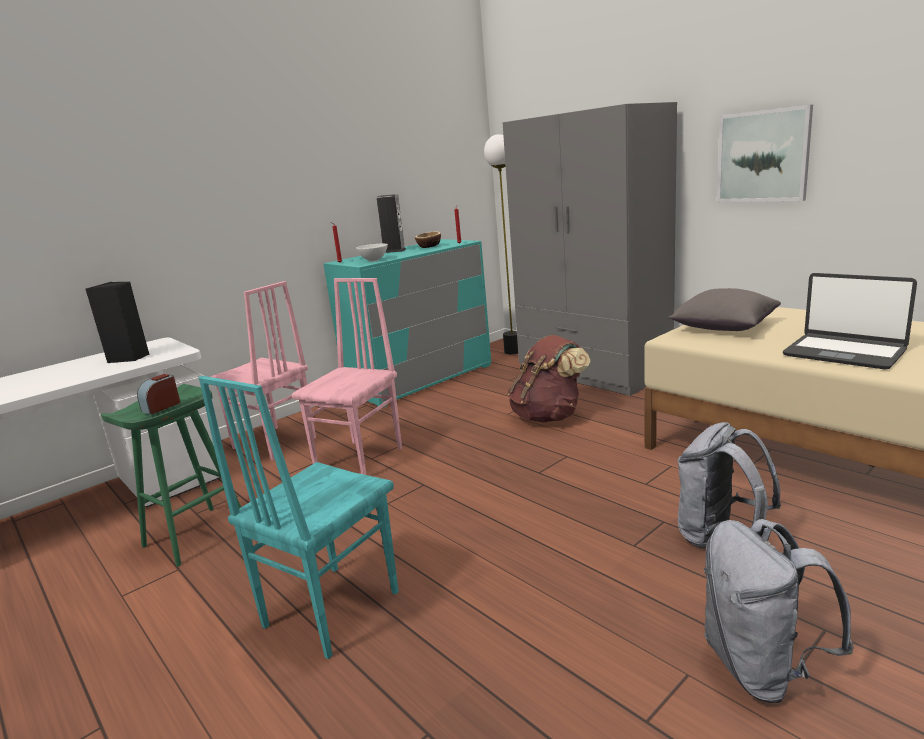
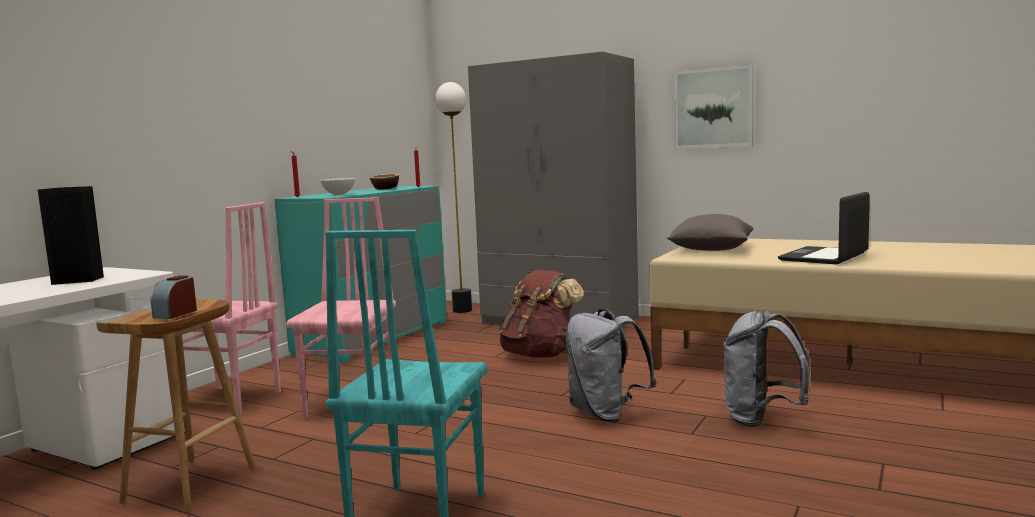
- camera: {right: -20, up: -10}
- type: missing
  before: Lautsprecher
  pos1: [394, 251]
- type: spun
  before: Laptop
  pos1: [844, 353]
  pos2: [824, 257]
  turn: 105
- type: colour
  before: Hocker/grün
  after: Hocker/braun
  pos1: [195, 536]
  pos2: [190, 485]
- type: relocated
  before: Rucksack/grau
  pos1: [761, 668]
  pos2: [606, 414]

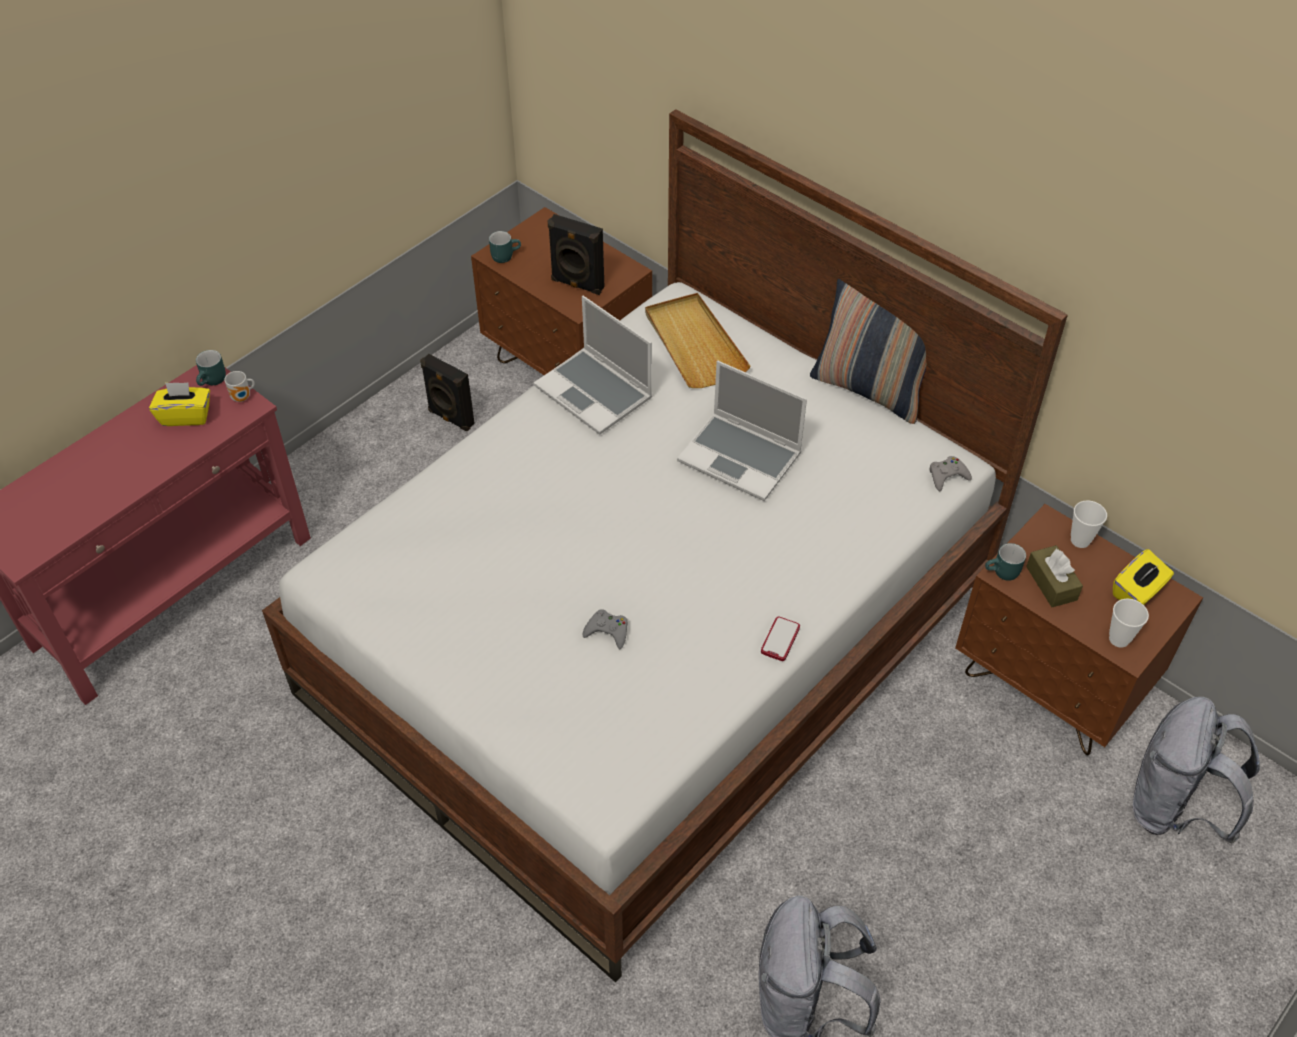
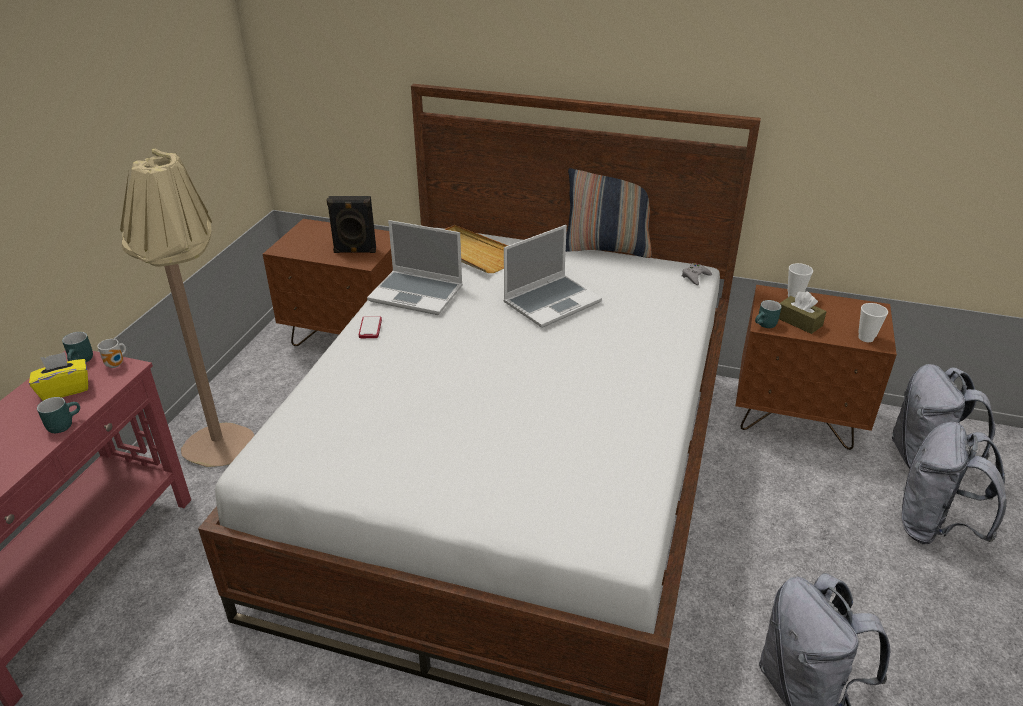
- camera: {right: -25, up: -15}
- type: relocated
  before: Henkelbecher/türkis
  pos1: [505, 255]
  pos2: [63, 423]
- type: missing
  before: Lautsprecher/schwarz
  pos1: [450, 418]
- type: spun
  before: Laptop
  pos1: [741, 458]
  pos2: [552, 302]
  turn: -45
- type: missing
  before: Taschentuchbox/gelb
  pos1: [1137, 592]
- type: missing
  before: Gamepad/grau
  pos1: [607, 631]
- type: relocated
  before: Handy
  pos1: [780, 639]
  pos2: [370, 328]
- type: appeared
  after: Stehlampe/beige
  pos2: [224, 455]
- type: appeared
  after: Rucksack/grau
  pos2: [933, 527]

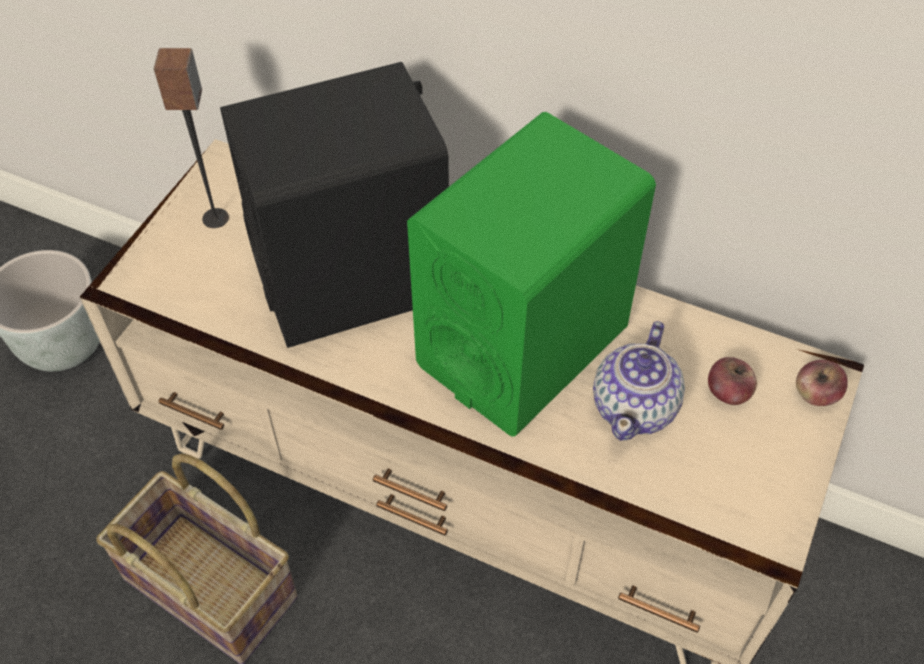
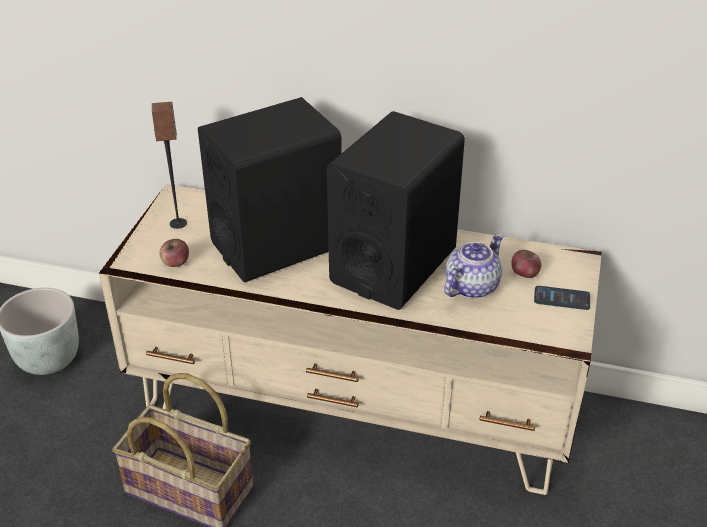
- camera: {right: -10, up: -15}
- type: colour
  before: Lautsprecher/grün
  after: Lautsprecher/schwarz
  pos1: [523, 346]
  pos2: [393, 265]
- type: spun
  before: Teekanne
  pos1: [635, 406]
  pos2: [471, 287]
  turn: -150
- type: relocated
  before: Apfel
  pos1: [815, 395]
  pos2: [175, 263]
- type: appeared
  after: Handy
  pos2: [562, 299]

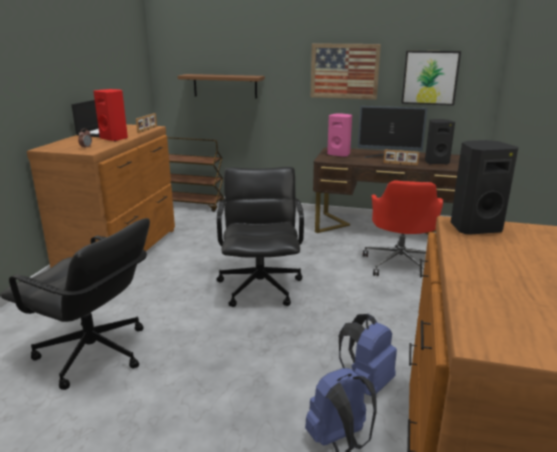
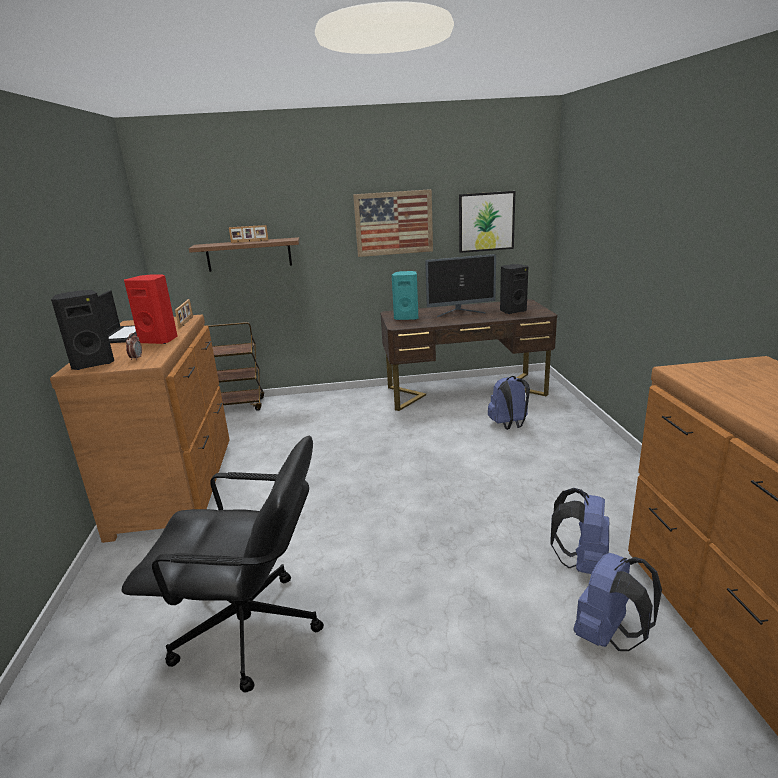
- camera: {right: -20, up: 0}
- type: colour
  before: Lautsprecher/rosa
  after: Lautsprecher/türkis
  pos1: [339, 154]
  pos2: [407, 318]
- type: relocated
  before: Lautsprecher/schwarz
  pos1: [474, 228]
  pos2: [93, 363]
- type: relocated
  before: Bilderrahmen
  pos1: [400, 164]
  pos2: [249, 241]
- type: missing
  before: Bürostuhl/schwarz
  pos1: [261, 287]
- type: exchanged
  before: Bürostuhl/rot
  after: Rucksack/blau
  pos1: [400, 263]
  pos2: [509, 425]

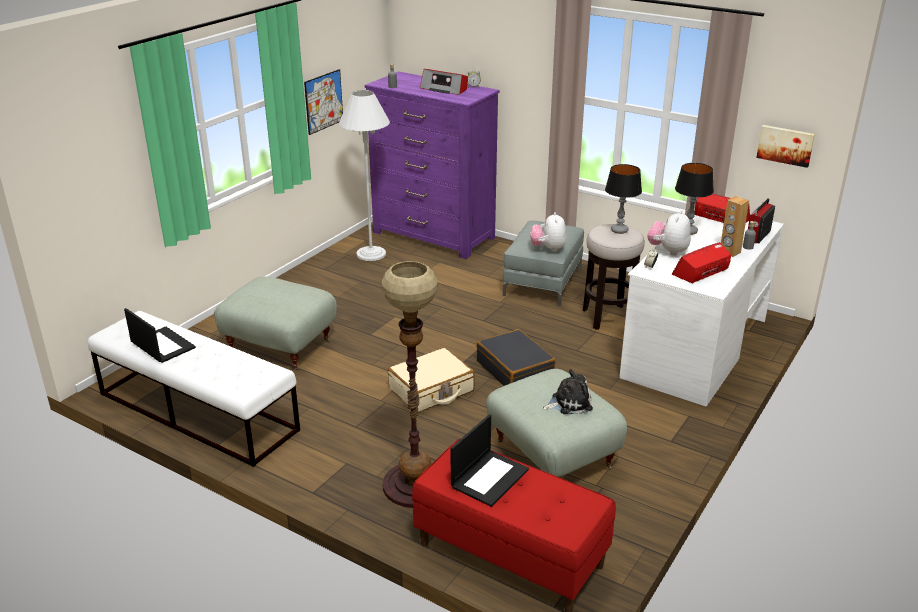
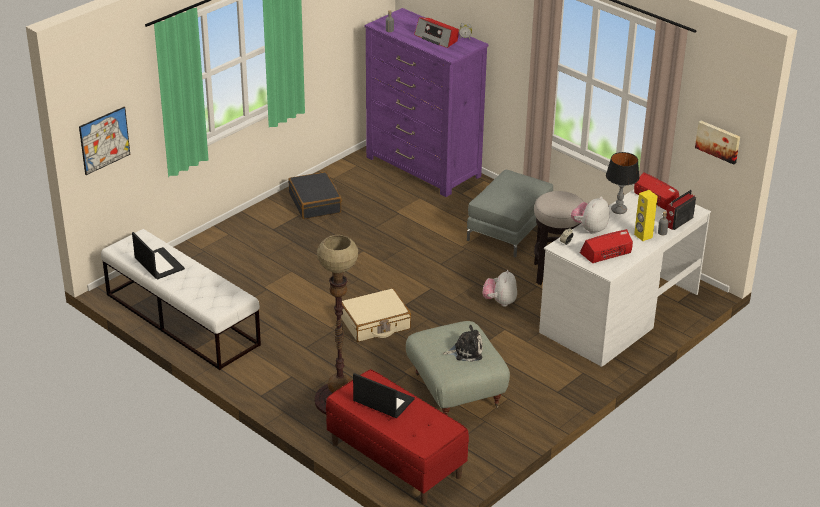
- camera: {right: 10, up: 5}
- type: relocated
  before: Bild
  pos1: [323, 101]
  pos2: [104, 140]
- type: missing
  before: Stehlampe/weiß
  pos1: [371, 254]
- type: missing
  before: Tischlampe
  pos1: [619, 230]
- type: colour
  before: Lautsprecher/braun
  after: Lautsprecher/gelb
  pos1: [729, 252]
  pos2: [643, 236]
- type: relocated
  before: Plüschtier
  pos1: [548, 248]
  pos2: [500, 302]
- type: missing
  before: Polsterhocker/grau
  pos1: [281, 345]
- type: relocated
  before: Koffer/schwarz
  pos1: [515, 370]
  pos2: [315, 203]
- type: spun
  before: Laptop
  pos1: [489, 477]
  pos2: [382, 400]
  turn: -105

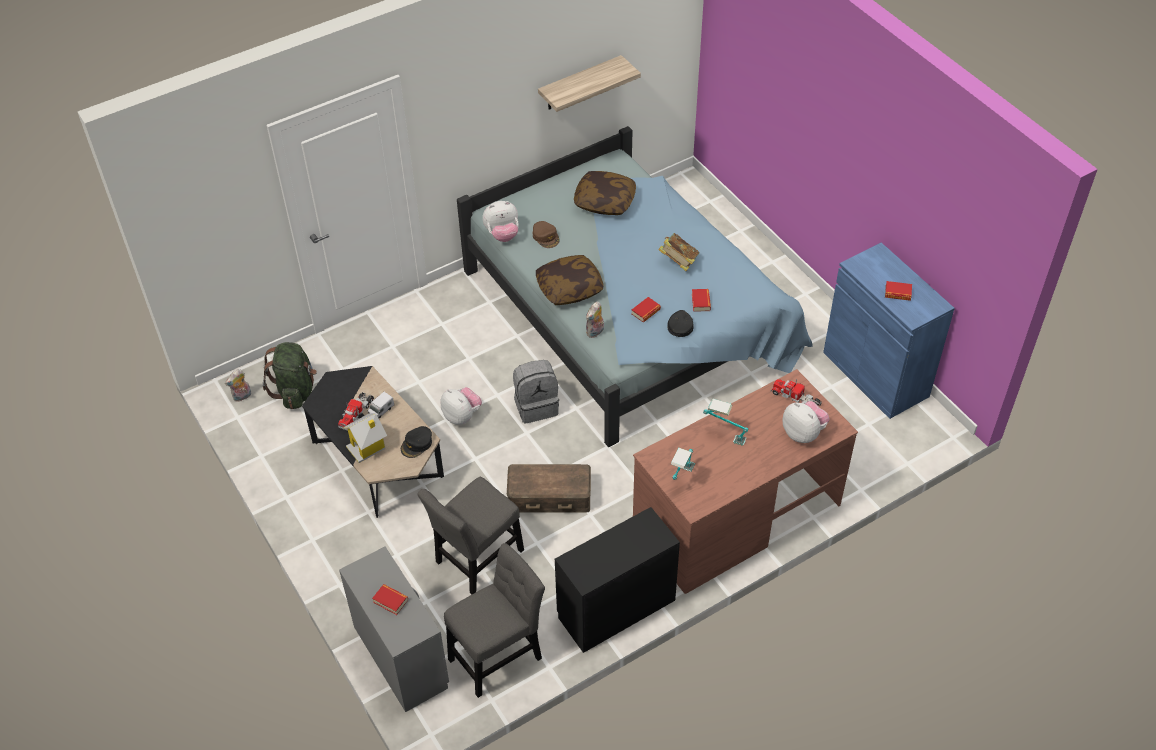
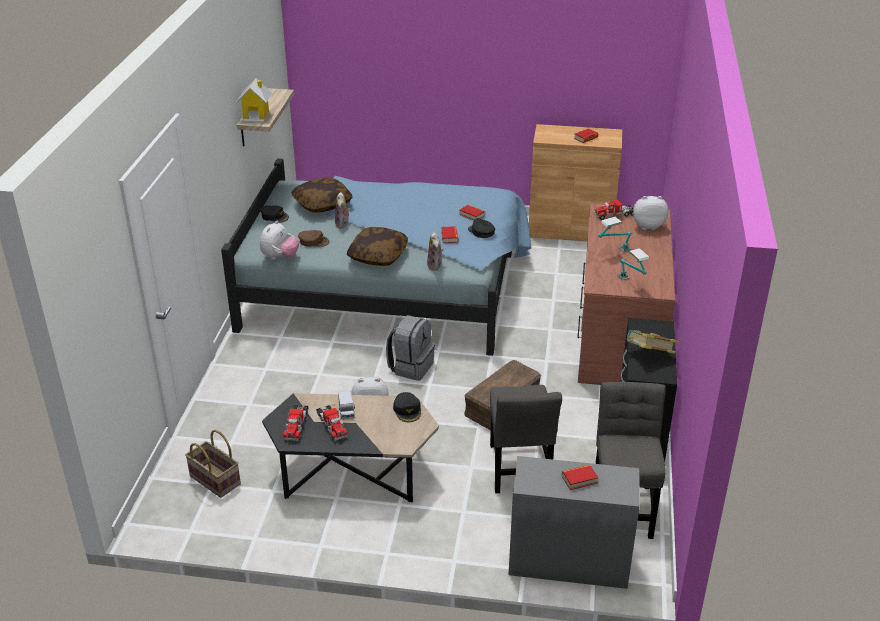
- camera: {right: -50, up: -15}
- type: relocated
  before: Buch
  pos1: [678, 262]
  pos2: [649, 355]
- type: colour
  before: Schrank/blau
  after: Schrank/braun
  pos1: [875, 374]
  pos2: [570, 229]
- type: exchanged
  before: Rucksack/grün
  after: Korb
  pos1: [295, 391]
  pos2: [214, 480]
- type: relocated
  before: Plüschtier
  pos1: [242, 397]
  pos2: [343, 224]
- type: relocated
  before: Spielzeughaus
  pos1: [367, 447]
  pos2: [256, 116]
- type: appeared
  after: Kappe/schwarz
  pos2: [274, 216]
- type: appeared
  after: Spielzeuglaster
  pos2: [296, 425]

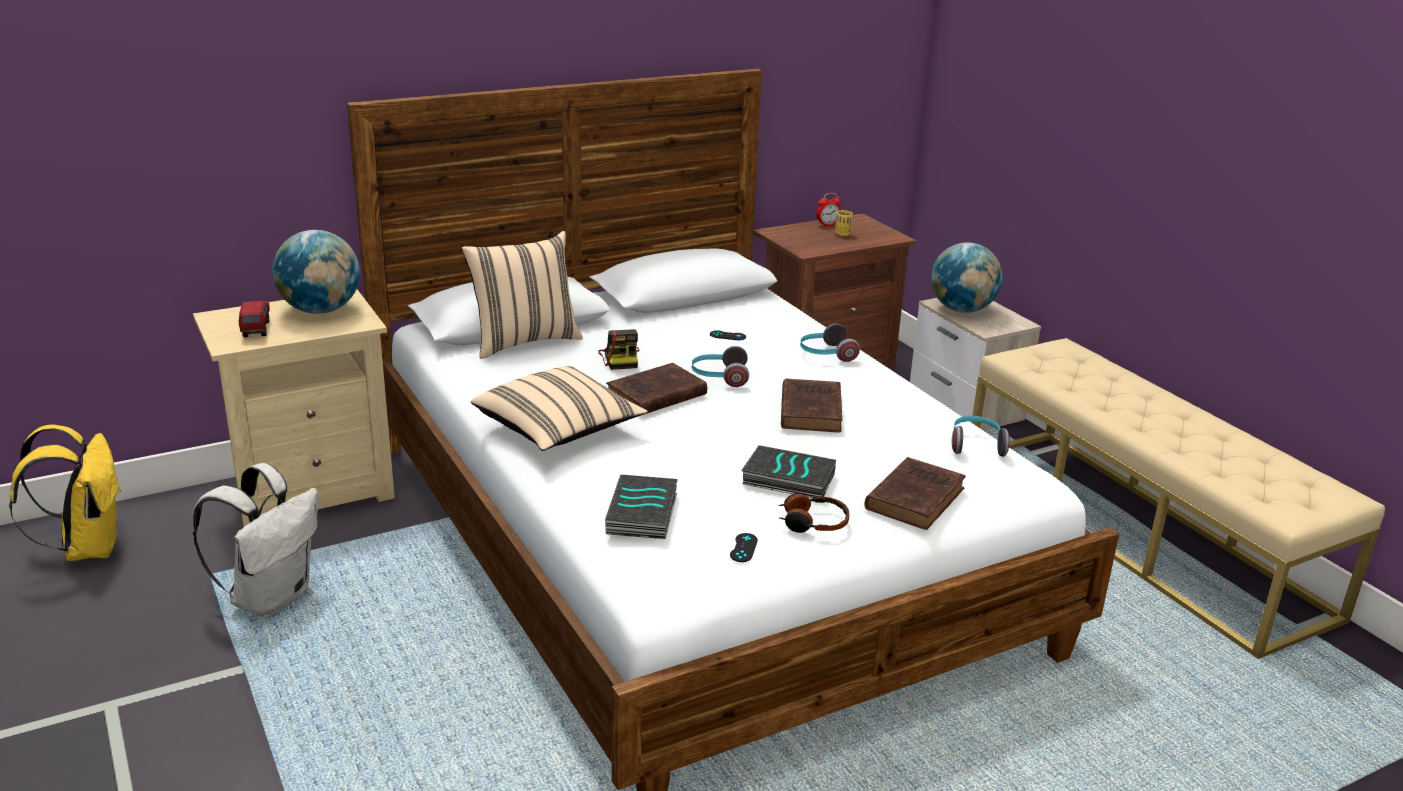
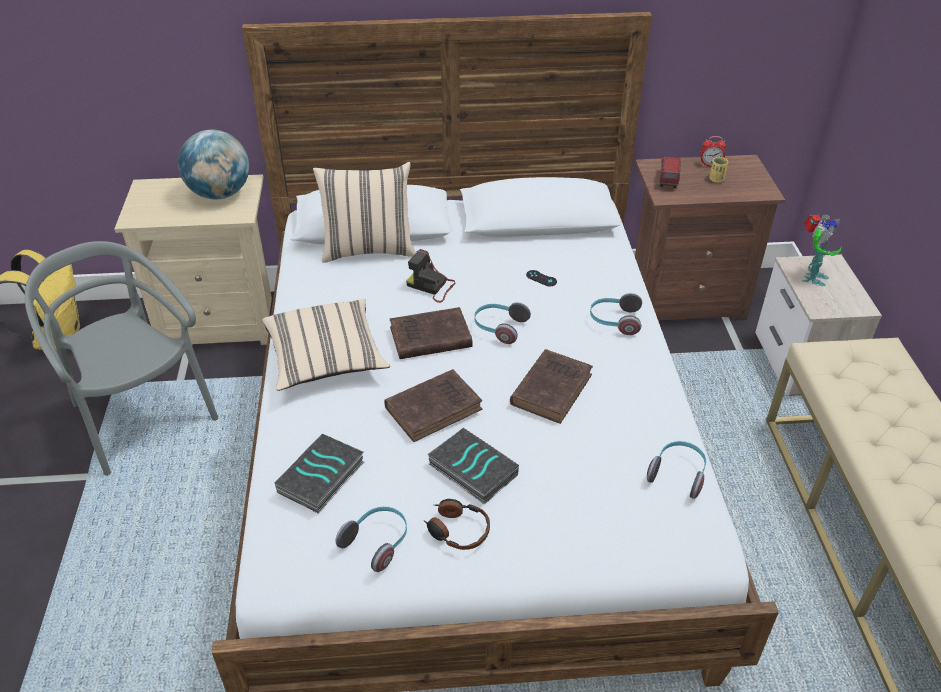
- camera: {right: 25, up: 15}
- type: exchanged
  before: Globus
  after: Spielzeugroboter
  pos1: [961, 310]
  pos2: [811, 277]
- type: relocated
  before: Spielzeuglaster
  pos1: [256, 330]
  pos2: [668, 180]
- type: spun
  before: Kamera
  pos1: [620, 359]
  pos2: [431, 287]
  turn: 105
- type: relocated
  before: Buch/braun
  pos1: [916, 497]
  pos2: [435, 408]
- type: exchanged
  before: Rucksack/weiß
  after: Stuhl/grau
  pos1: [271, 597]
  pos2: [141, 416]
- type: exchanged
  before: Gamepad/schwarz
  after: Kopfhörer
  pos1: [743, 548]
  pos2: [377, 542]

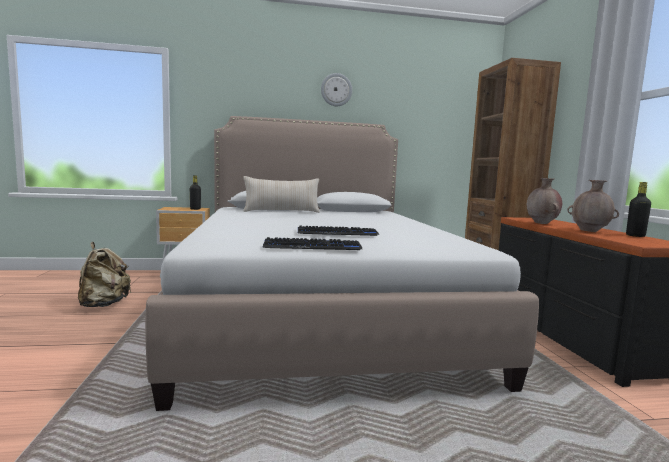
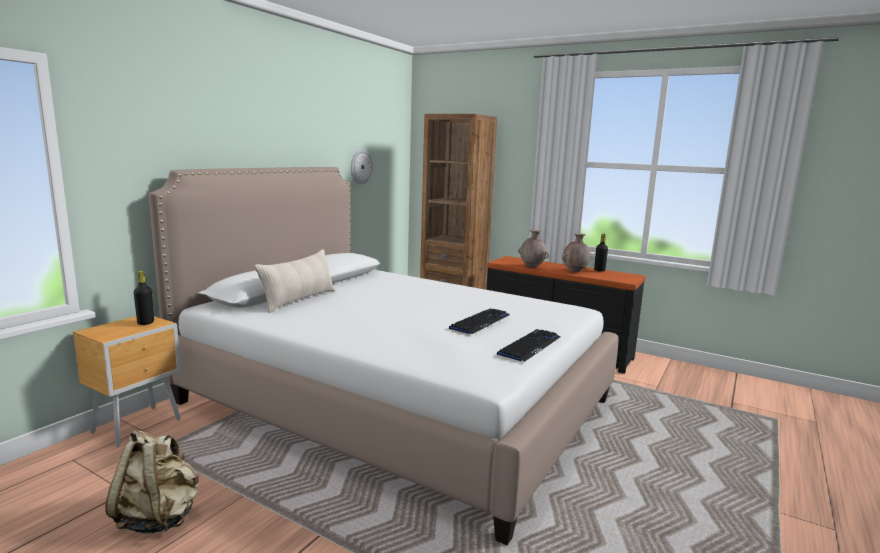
- camera: {right: -50, up: 5}
- type: relocated
  before: Wanduhr
  pos1: [336, 90]
  pos2: [360, 167]

